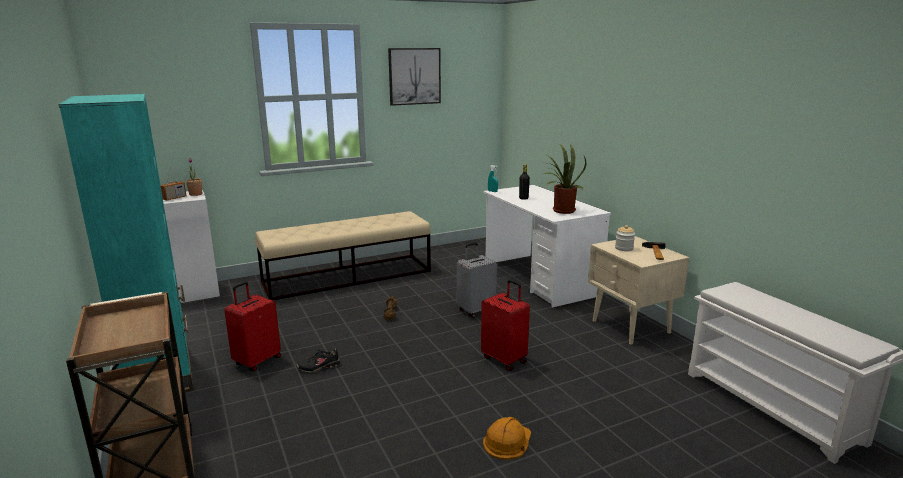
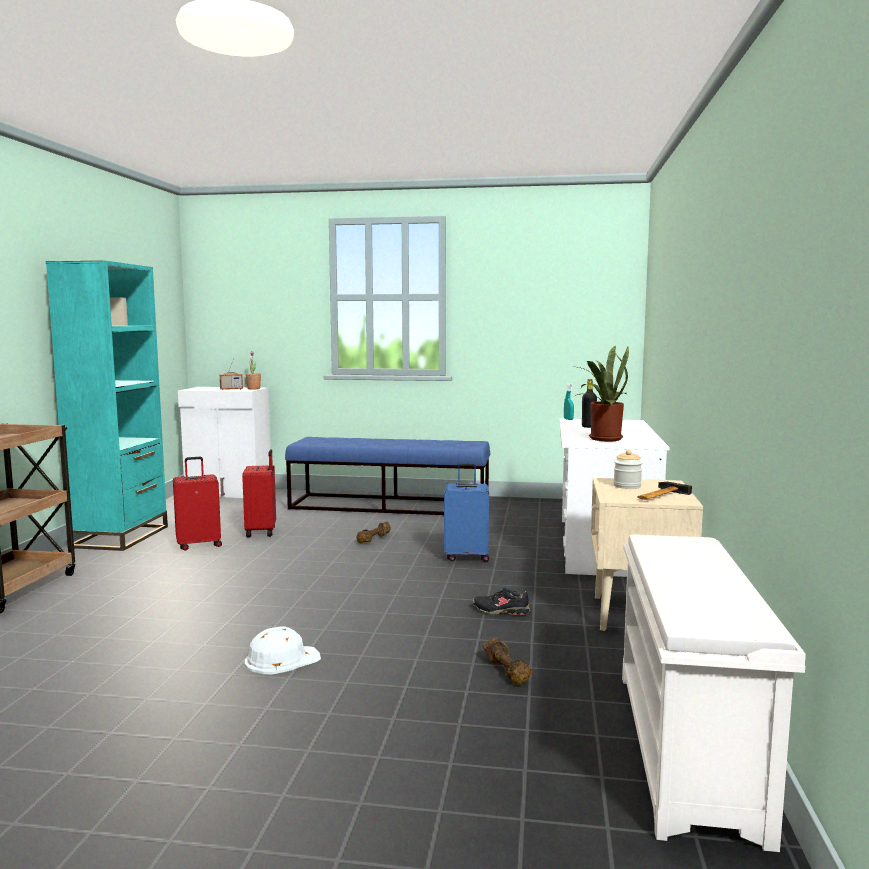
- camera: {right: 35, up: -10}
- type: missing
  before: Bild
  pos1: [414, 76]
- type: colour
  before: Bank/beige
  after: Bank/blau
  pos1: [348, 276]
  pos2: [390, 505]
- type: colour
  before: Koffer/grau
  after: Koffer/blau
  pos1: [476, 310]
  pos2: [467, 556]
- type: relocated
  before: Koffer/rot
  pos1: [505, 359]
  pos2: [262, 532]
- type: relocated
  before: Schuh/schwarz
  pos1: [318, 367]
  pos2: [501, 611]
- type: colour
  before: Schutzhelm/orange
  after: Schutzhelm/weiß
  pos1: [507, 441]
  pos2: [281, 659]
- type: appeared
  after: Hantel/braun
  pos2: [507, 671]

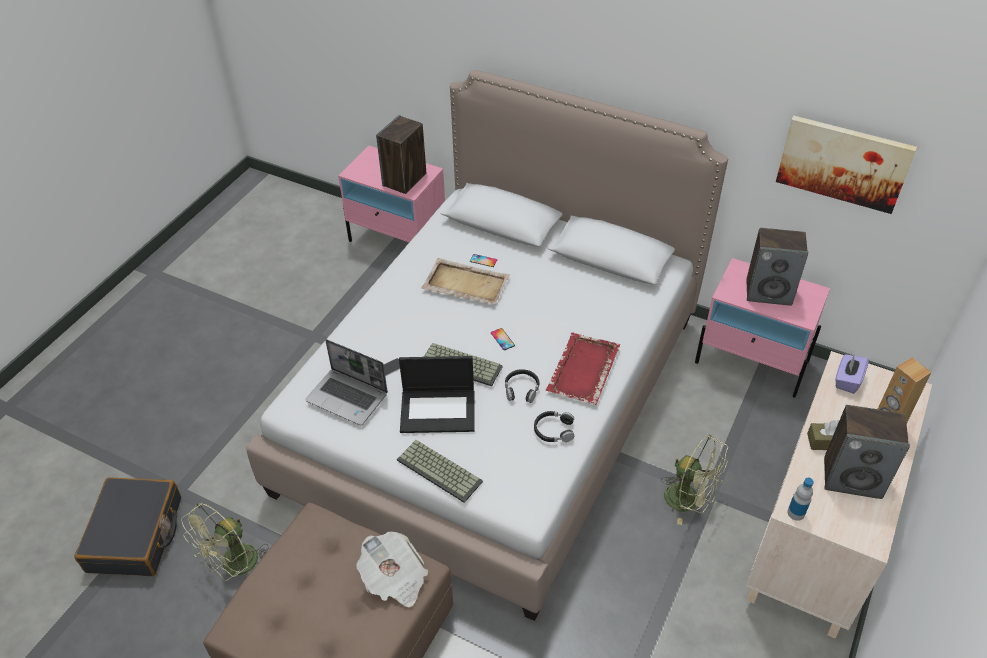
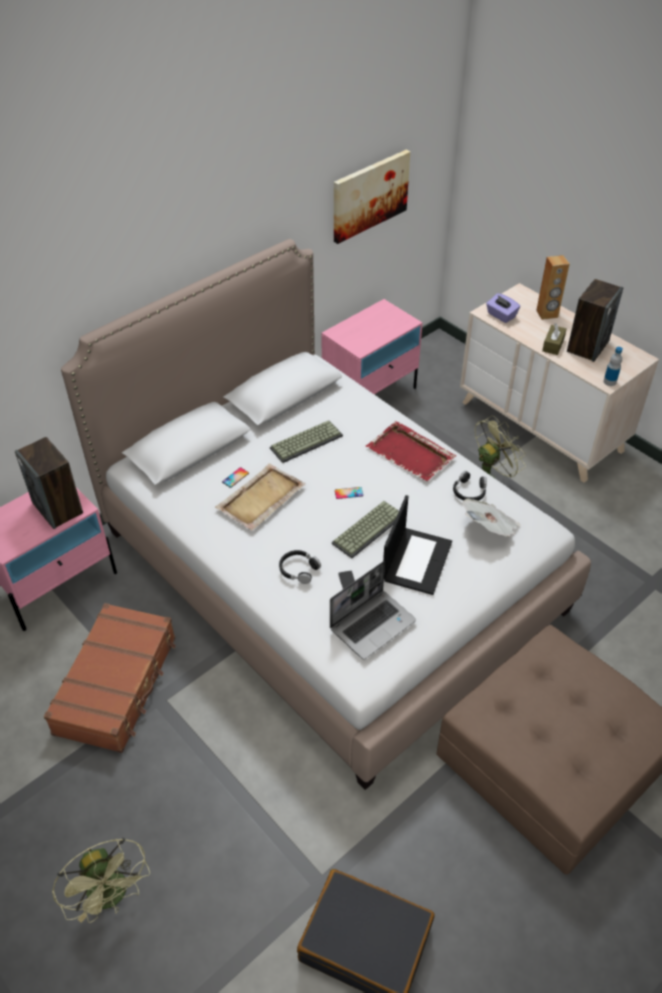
- camera: {right: -70, up: 0}
- type: missing
  before: Lautsprecher
  pos1: [769, 292]
- type: relocated
  before: Kopfhörer/schwarz
  pos1: [521, 389]
  pos2: [298, 569]
- type: relocated
  before: Tastatur
  pos1: [441, 470]
  pos2: [306, 441]
- type: relocated
  before: Ventilator/grün
  pos1: [234, 567]
  pos2: [112, 896]
- type: relocated
  before: Zeitung
  pos1: [394, 579]
  pos2: [490, 528]
- type: appeared
  after: Koffer/braun
  pos2: [117, 685]

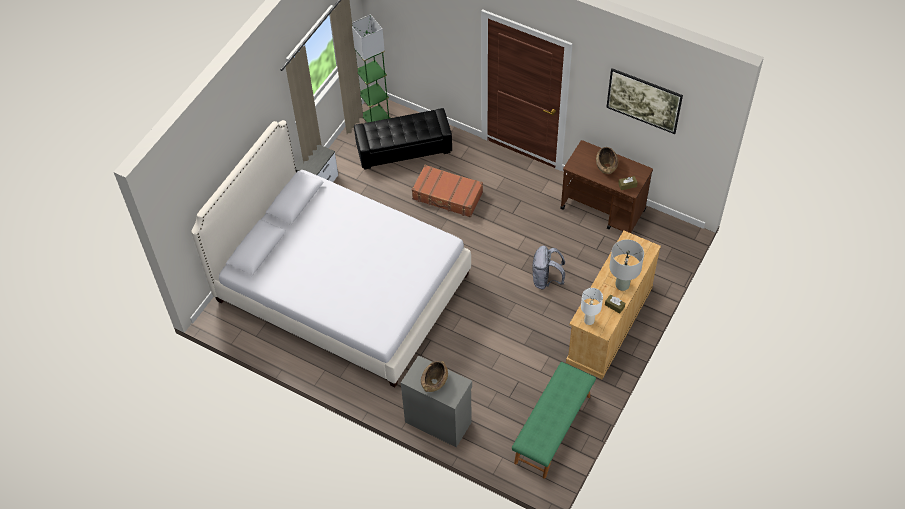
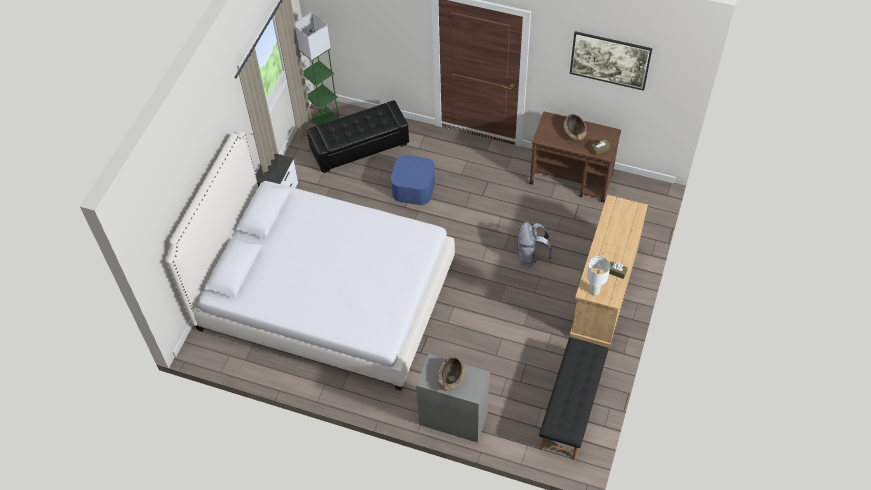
- camera: {right: -10, up: 0}
- type: exchanged
  before: Koffer/braun
  after: Aufbewahrungsbox/blau
  pos1: [447, 196]
  pos2: [413, 188]
- type: missing
  before: Tischlampe/grau
  pos1: [622, 285]
- type: colour
  before: Bank/grün
  after: Bank/schwarz
  pos1: [553, 429]
  pos2: [572, 407]

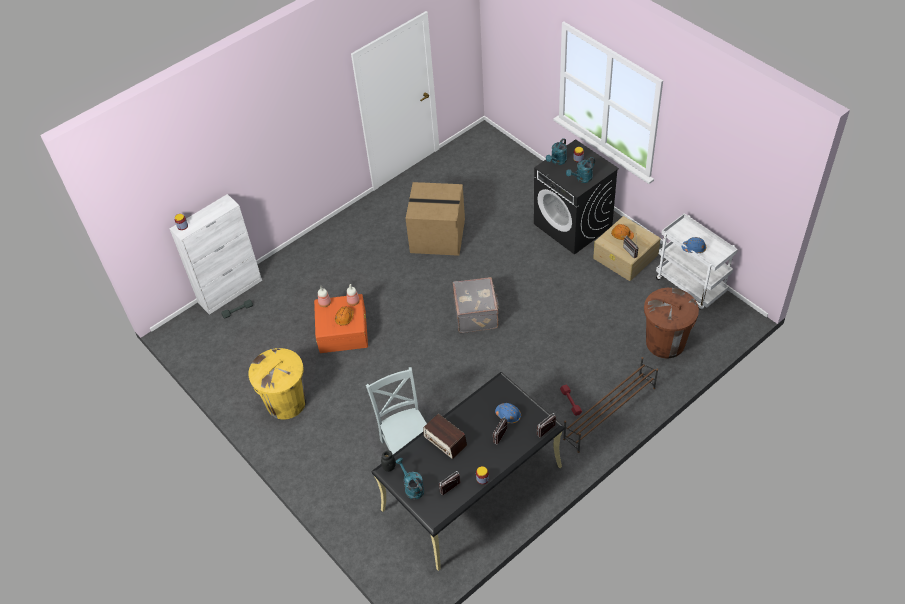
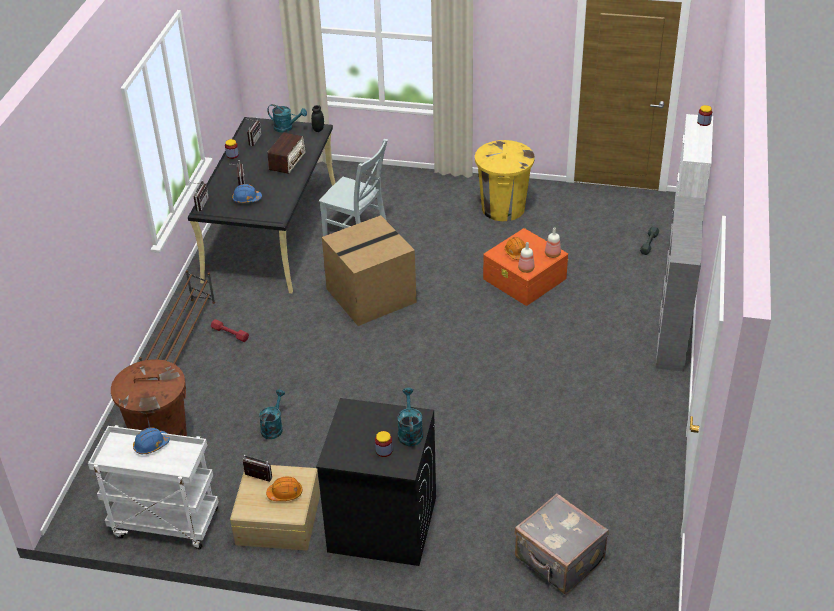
- camera: {right: 140, up: -10}
- type: relocated
  before: Gießkanne/türkis
  pos1: [581, 179]
  pos2: [273, 427]
- type: relocated
  before: Karton
  pos1: [436, 236]
  pos2: [371, 294]
- type: relocated
  before: Koffer/grau
  pos1: [477, 314]
  pos2: [558, 560]
- type: spun
  before: Radio
  pos1: [445, 441]
  pos2: [287, 161]
  turn: 105
- type: appeared
  after: Bücherregal/grau
  pos2: [672, 335]

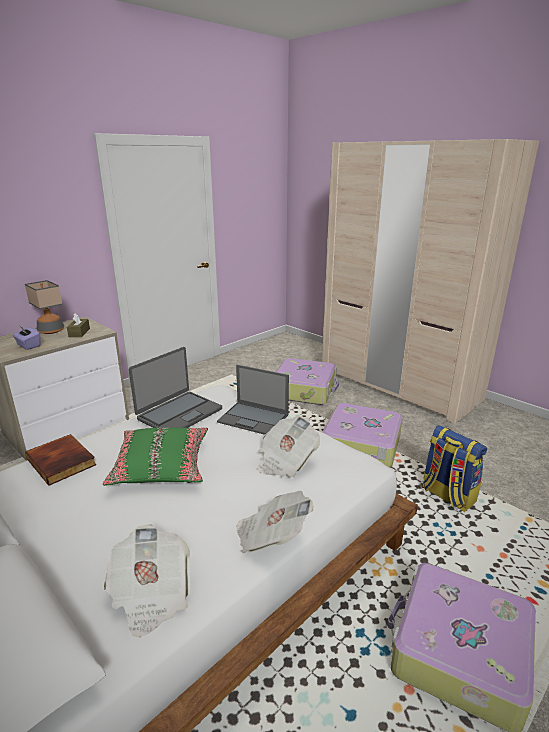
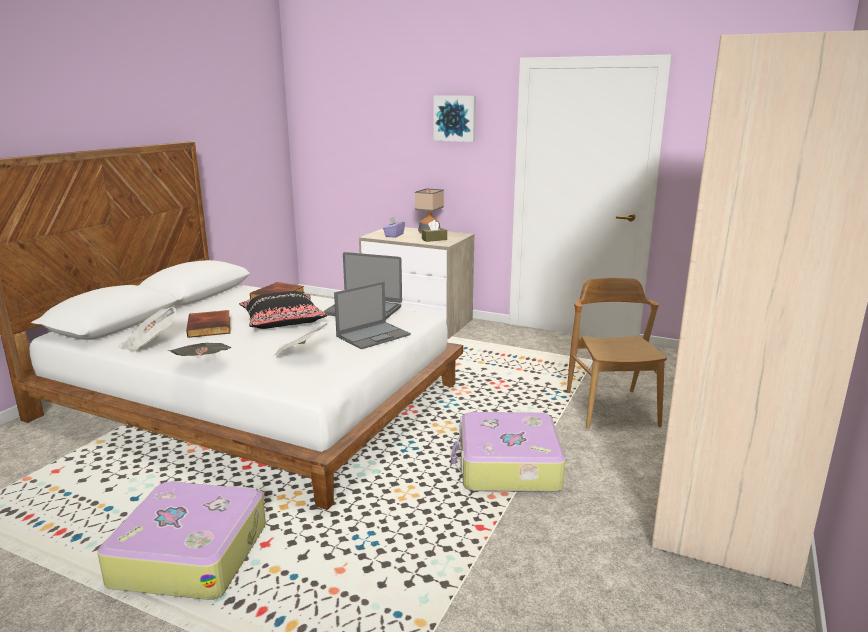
- camera: {right: 70, up: -5}
- type: exchanged
  before: Koffer
  after: Stuhl/braun
  pos1: [305, 390]
  pos2: [611, 408]
- type: spun
  before: Laptop
  pos1: [254, 418]
  pos2: [374, 335]
  turn: -135
- type: missing
  before: Rucksack
  pos1: [447, 495]
- type: colour
  before: Kissen/grün
  after: Kissen/schwarz
  pos1: [161, 466]
  pos2: [282, 320]
- type: appeared
  after: Bild
  pos2: [455, 118]
- type: appeared
  after: Buch
  pos2: [211, 327]

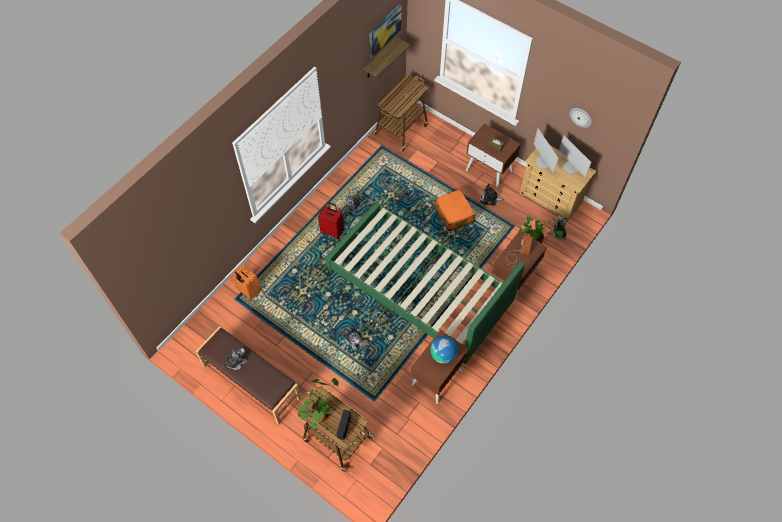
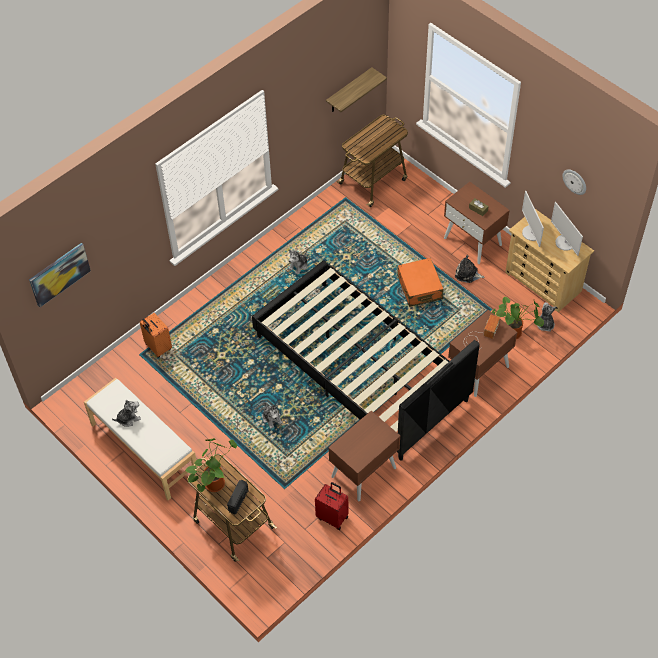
- camera: {right: 10, up: -5}
- type: relocated
  before: Bild
  pos1: [384, 30]
  pos2: [59, 274]
- type: colour
  before: Bett/grün
  after: Bett/schwarz
  pos1: [419, 288]
  pos2: [361, 368]
- type: relocated
  before: Koffer/rot
  pos1: [332, 231]
  pos2: [333, 517]
- type: colour
  before: Bank/braun
  after: Bank/weiß
  pos1: [251, 382]
  pos2: [144, 449]
- type: missing
  before: Globus
  pos1: [443, 355]

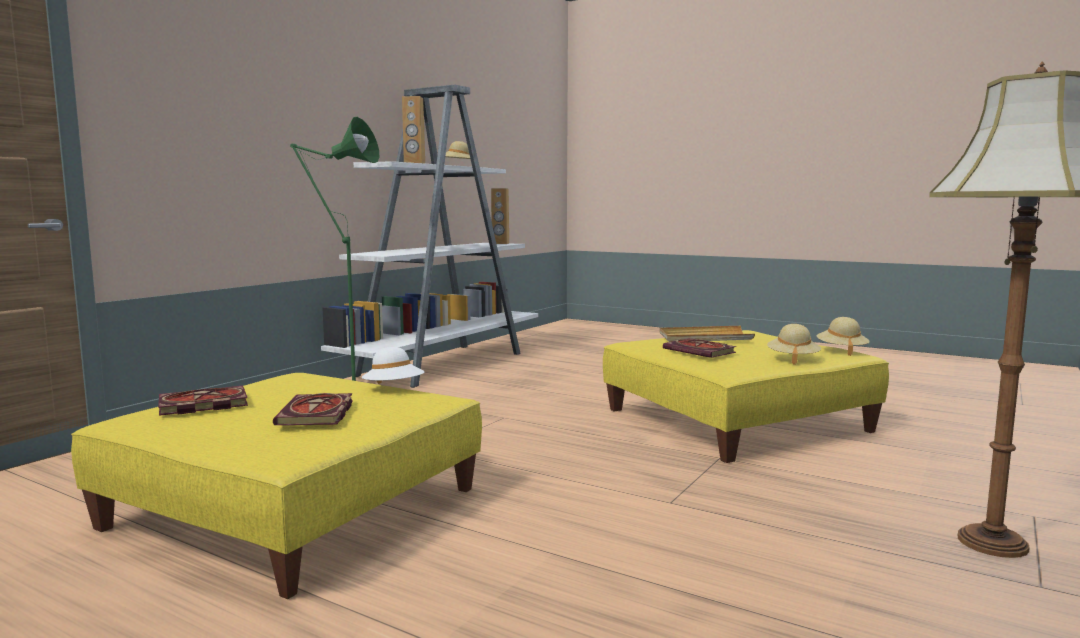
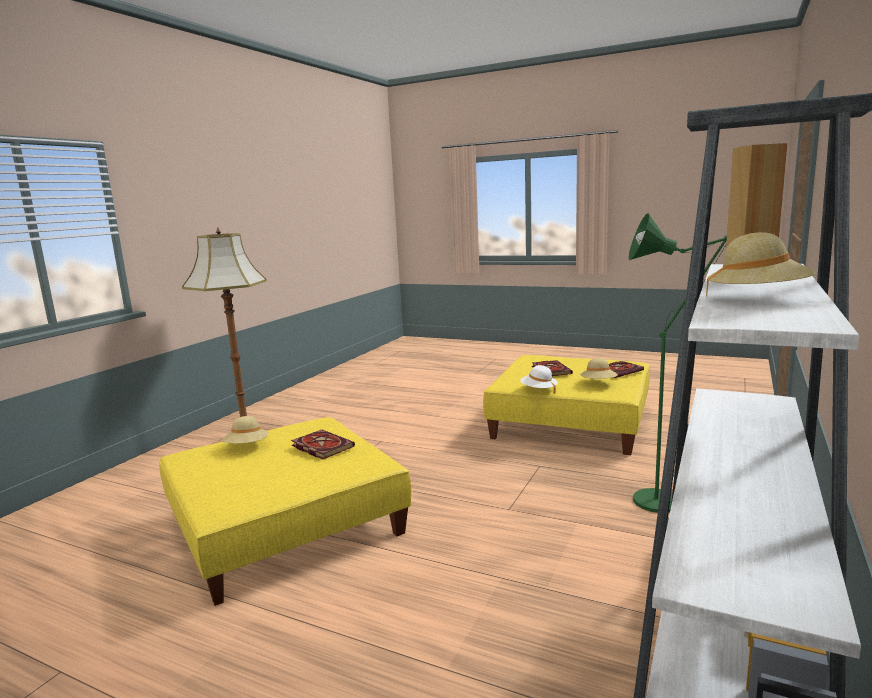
- camera: {right: 175, up: 5}
- type: missing
  before: Lautsprecher/braun
  pos1: [500, 243]
- type: relocated
  before: Hut/beige
  pos1: [841, 350]
  pos2: [598, 383]
- type: missing
  before: Tablett/beige
  pos1: [704, 338]

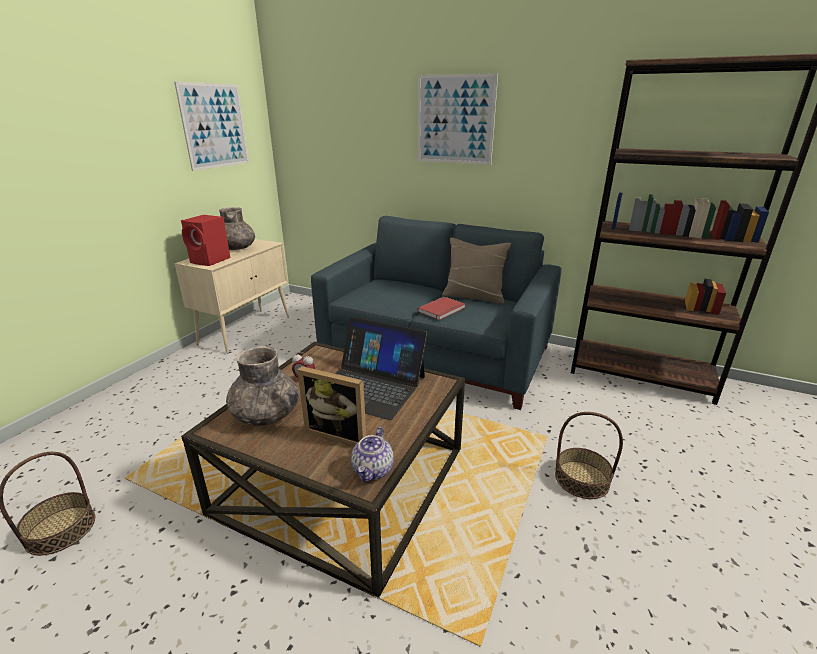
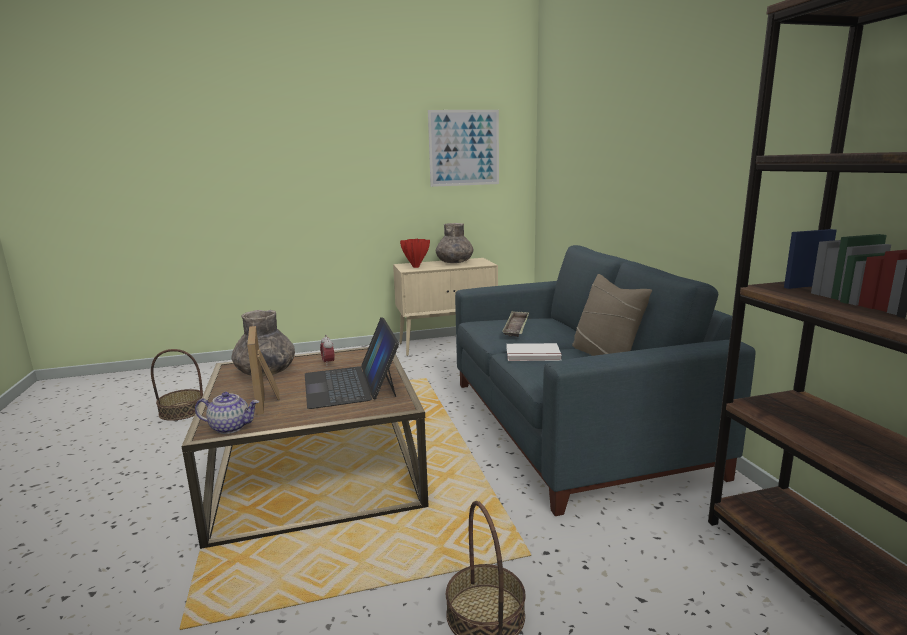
- camera: {right: 50, up: -10}
- type: missing
  before: Bild
  pos1: [455, 120]
- type: exchanged
  before: Lautsprecher/rot
  after: Vase/rot
  pos1: [211, 261]
  pos2: [416, 267]
- type: colour
  before: Buch/rot
  after: Buch/weiß
  pos1: [442, 310]
  pos2: [533, 355]
- type: spun
  before: Teekanne
  pos1: [373, 470]
  pos2: [231, 427]
  turn: -150
- type: appeared
  after: Tablett
  pos2: [516, 328]

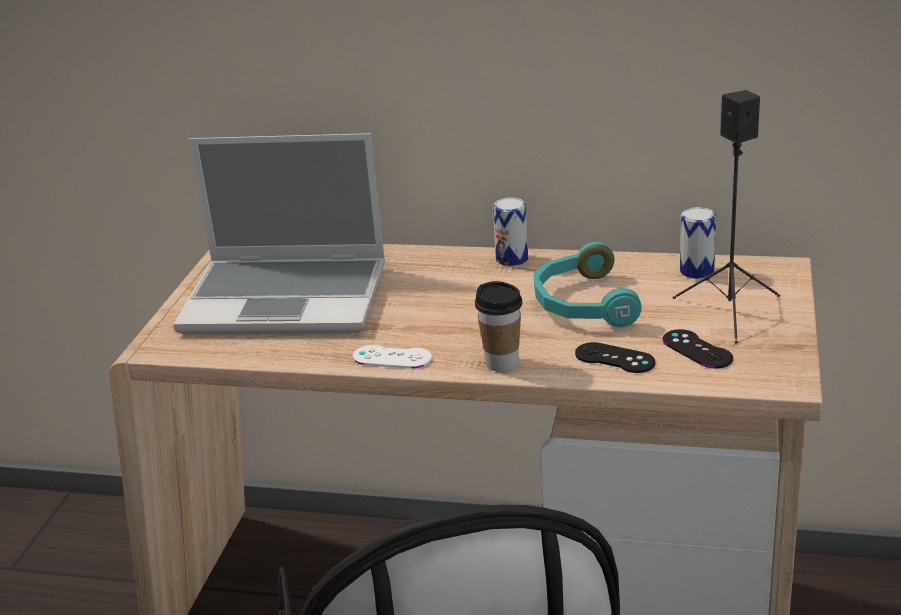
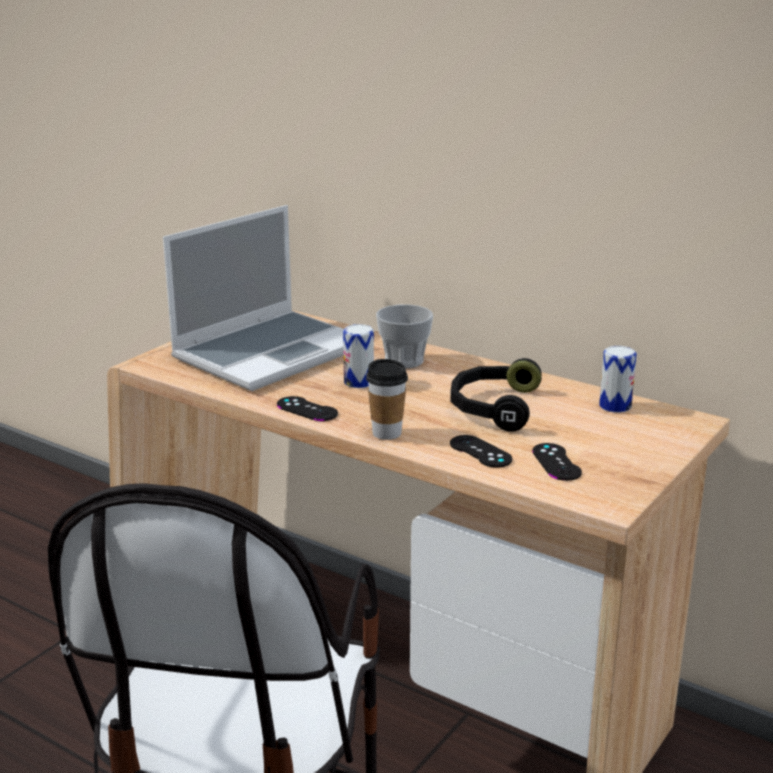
- camera: {right: 20, up: -5}
- type: missing
  before: Lautsprecher/schwarz
  pos1: [730, 312]
- type: spun
  before: Laptop
  pos1: [288, 298]
  pos2: [270, 352]
  turn: -75
- type: relocated
  before: Dose
  pos1: [512, 259]
  pos2: [358, 382]
- type: colour
  before: Kopfhörer/türkis
  after: Kopfhörer/schwarz
  pos1: [581, 303]
  pos2: [492, 407]
- type: colour
  before: Gamepad/weiß
  after: Gamepad/schwarz
  pos1: [392, 357]
  pos2: [307, 409]
- type: appeared
  after: Tasse
  pos2: [404, 361]

